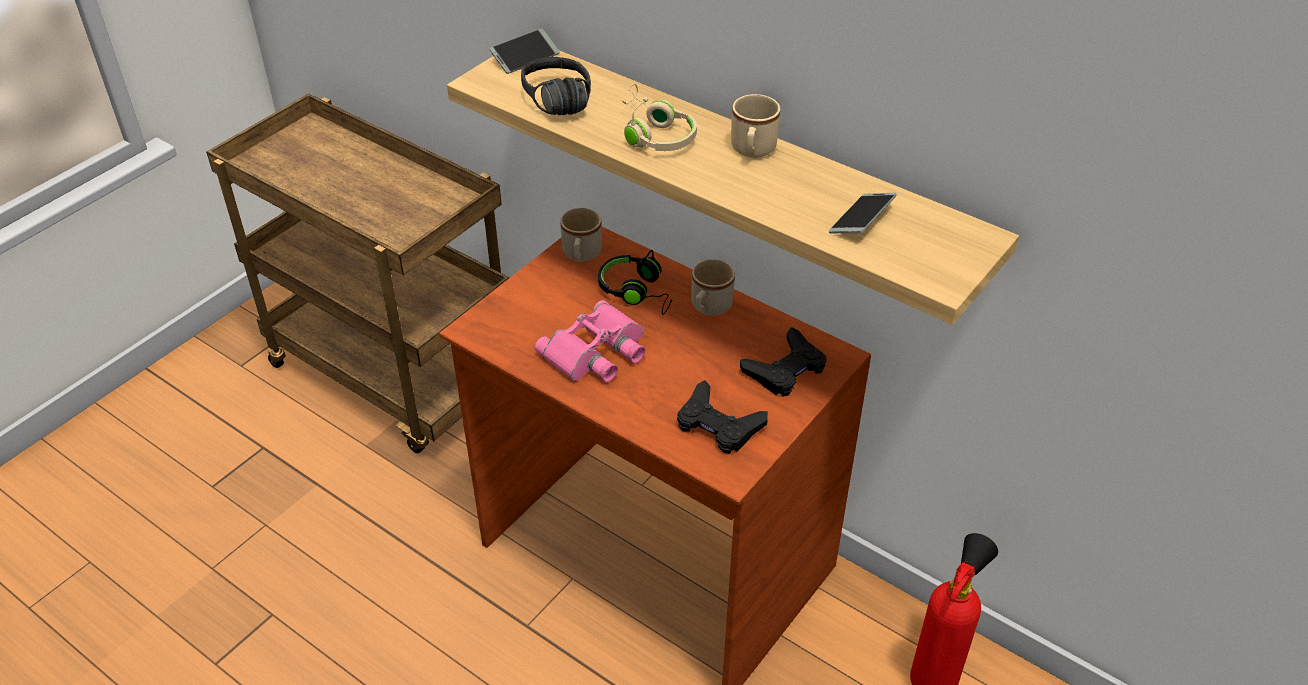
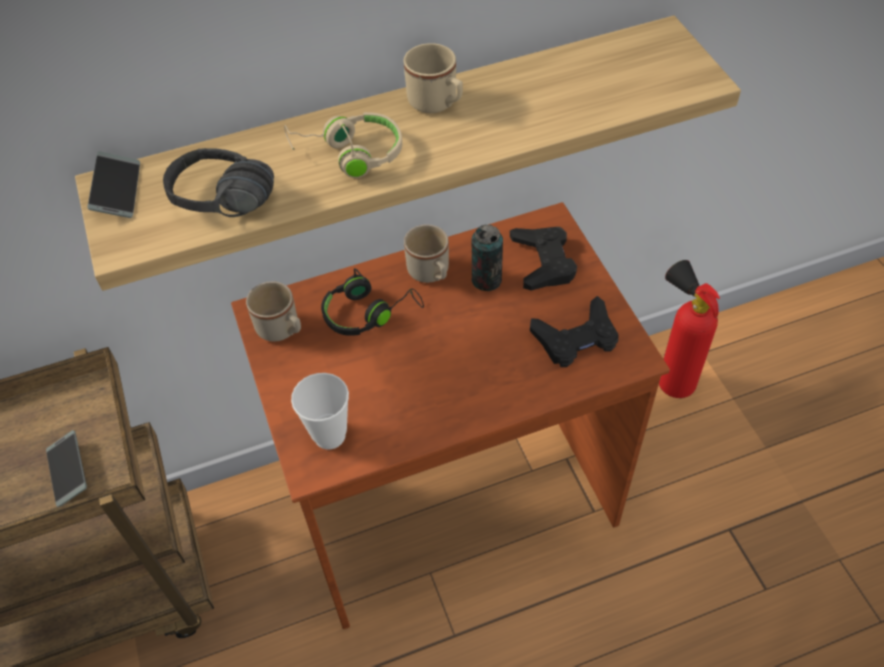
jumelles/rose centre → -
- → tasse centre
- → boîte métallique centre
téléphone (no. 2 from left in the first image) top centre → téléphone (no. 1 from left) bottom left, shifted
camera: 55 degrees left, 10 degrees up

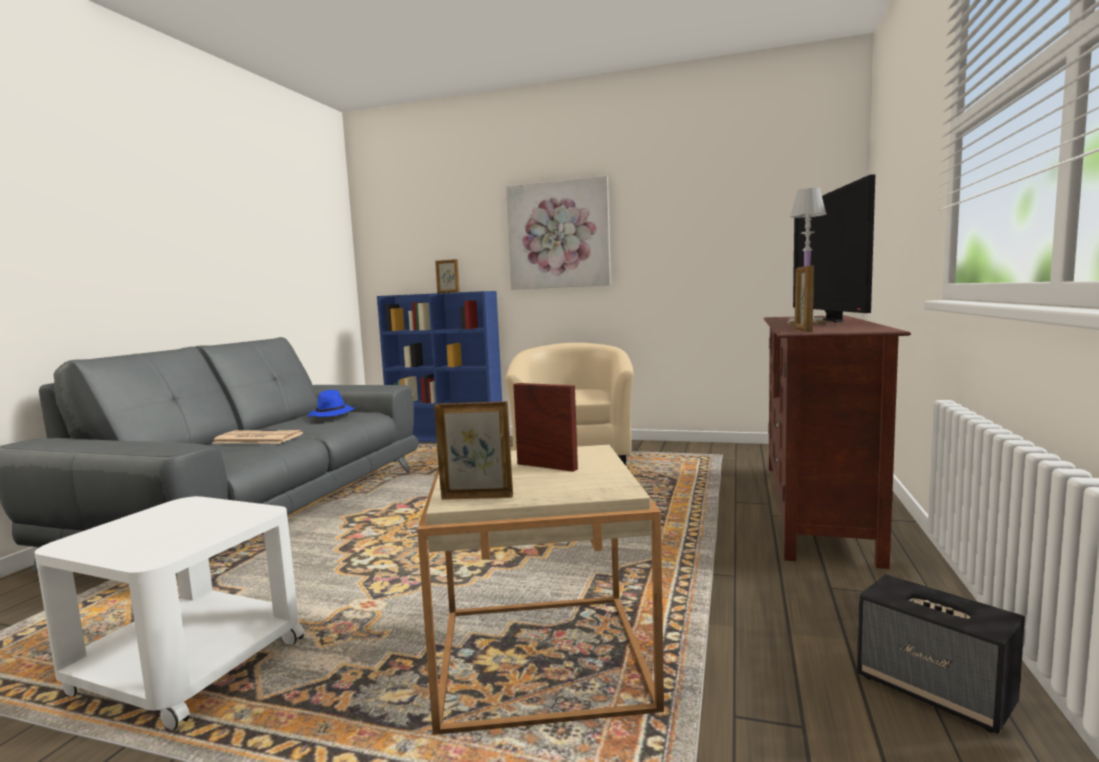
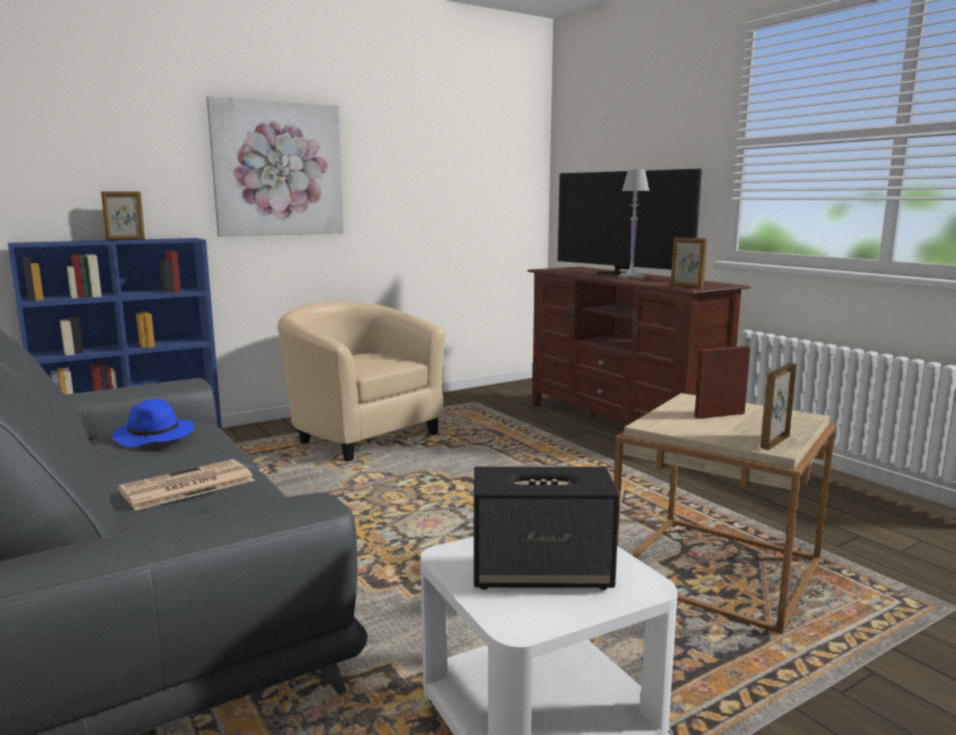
enceinte bottom right → enceinte bottom centre, shifted
camera: 50 degrees left, 5 degrees up

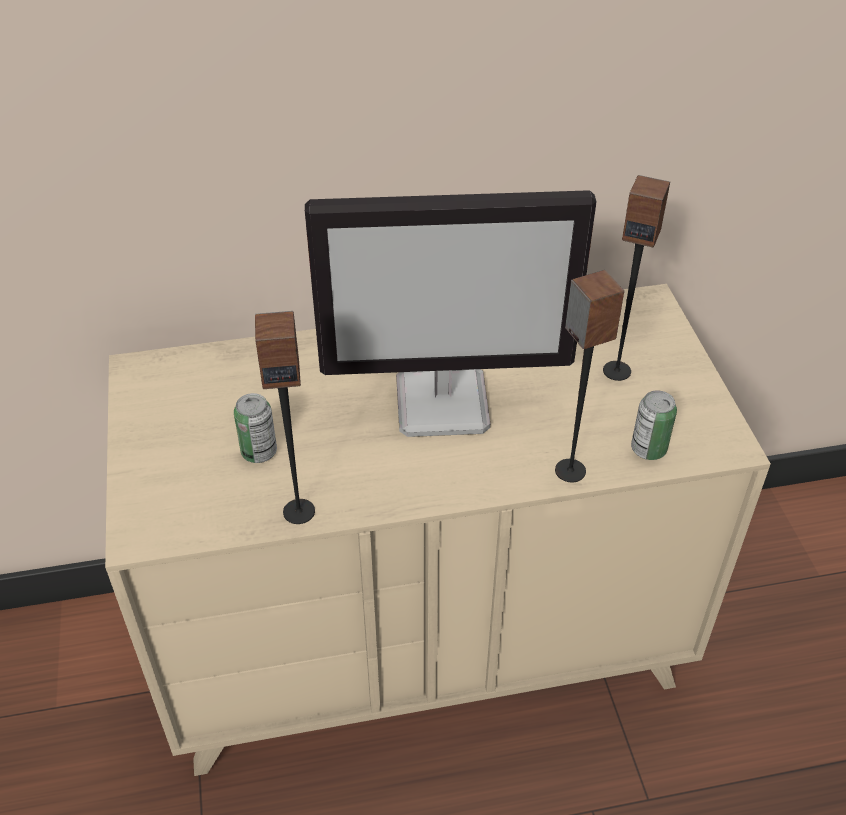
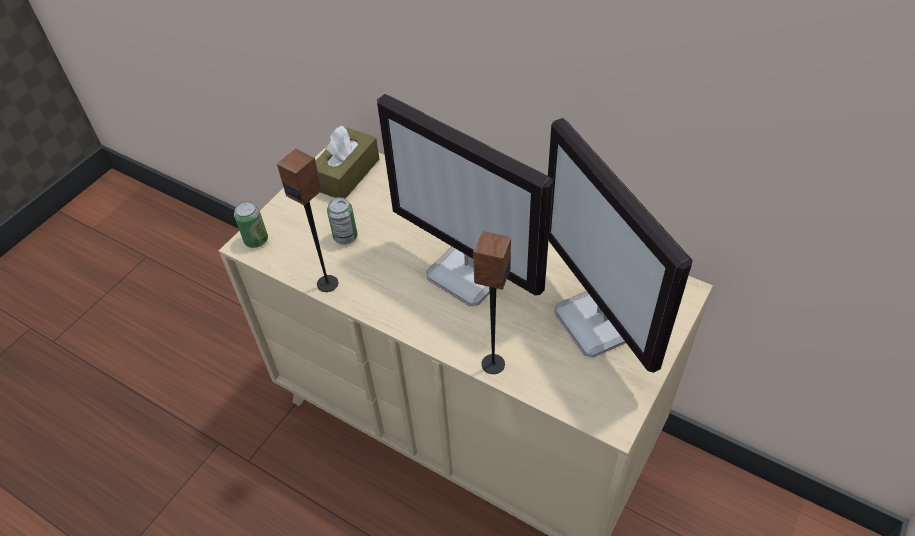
- → boîte à mouchoirs/marron top centre
boîte métallique (no. 2 from left in the first image) middle right → boîte métallique (no. 1 from left) middle left, shifted
enceinte (no. 3 from left) middle right → écran d'ordinateur (no. 2 from left) middle right
camera: 45 degrees right, 5 degrees up

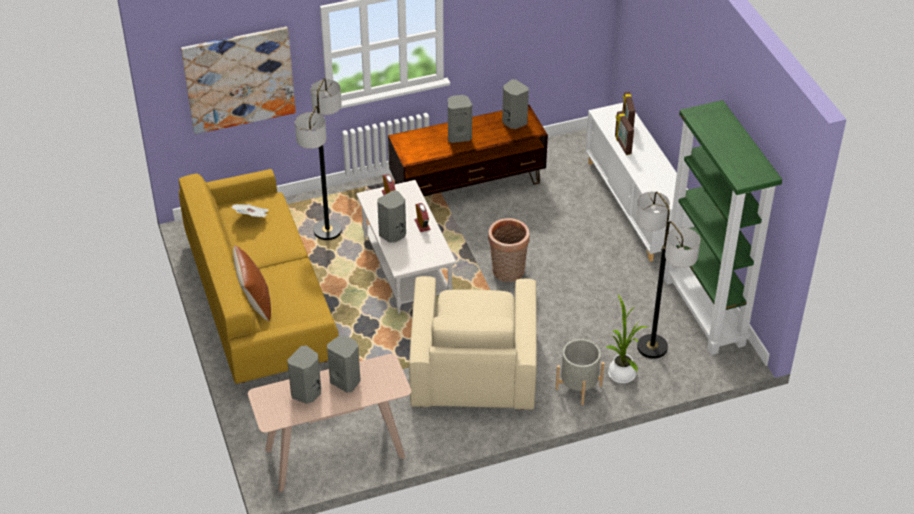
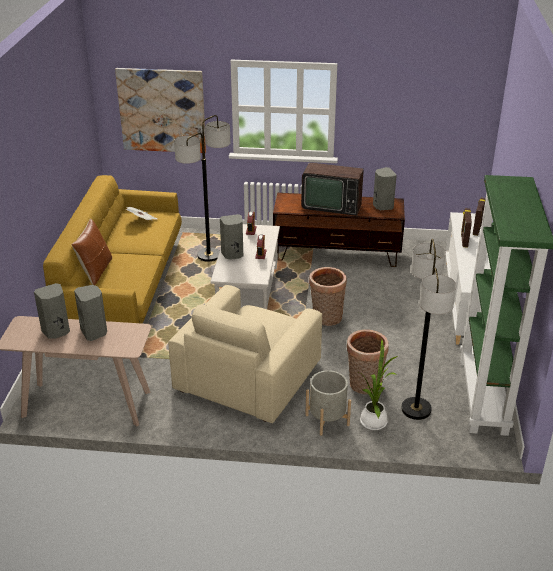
- → panier (no. 2 from left) centre
enceinte/gris (no. 4 from left) top centre → téléviseur top centre
camera: 25 degrees right, 10 degrees down

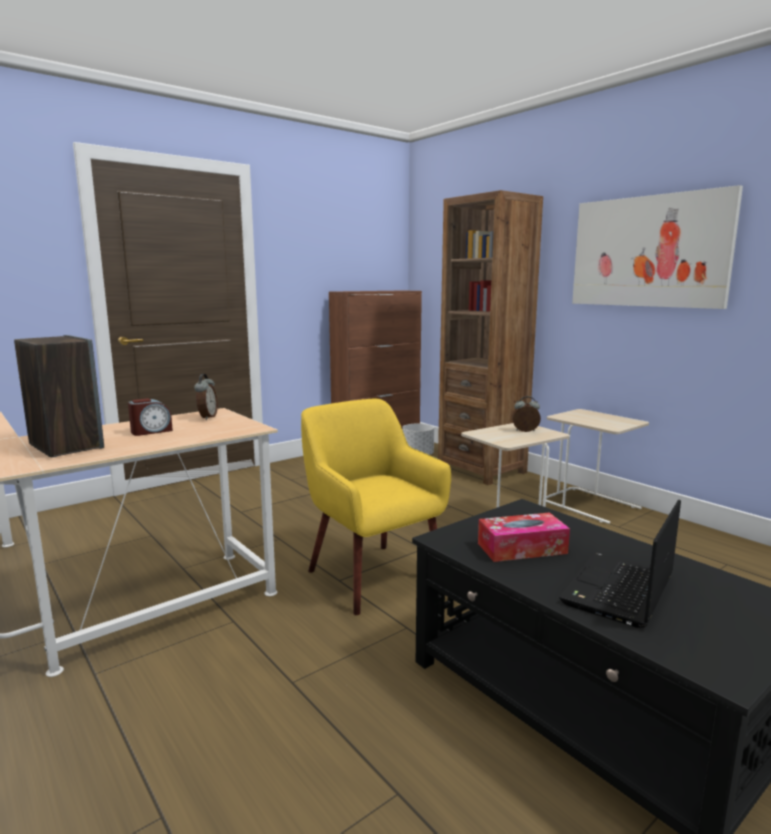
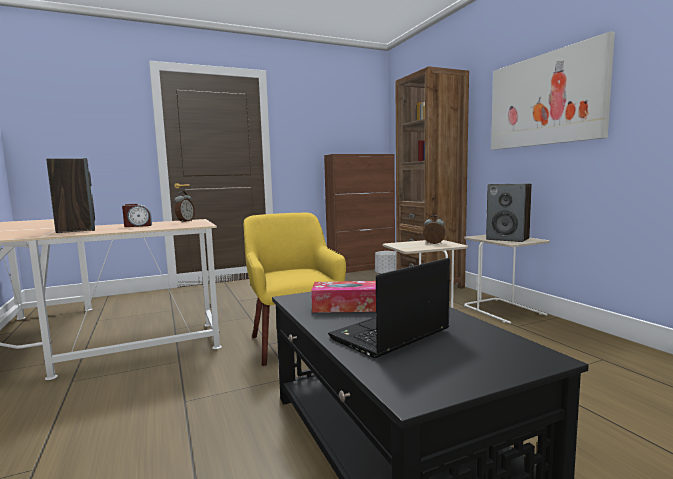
- → enceinte (no. 2 from left) middle right
camera: 15 degrees right, 5 degrees down

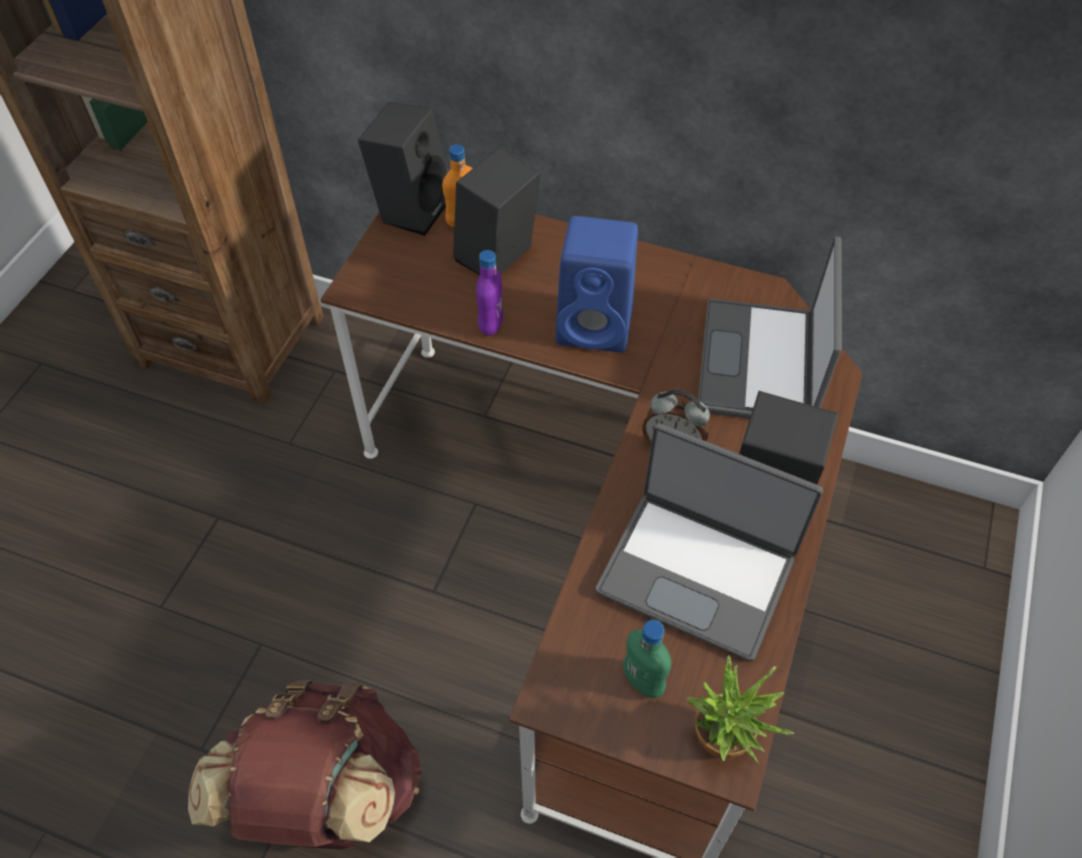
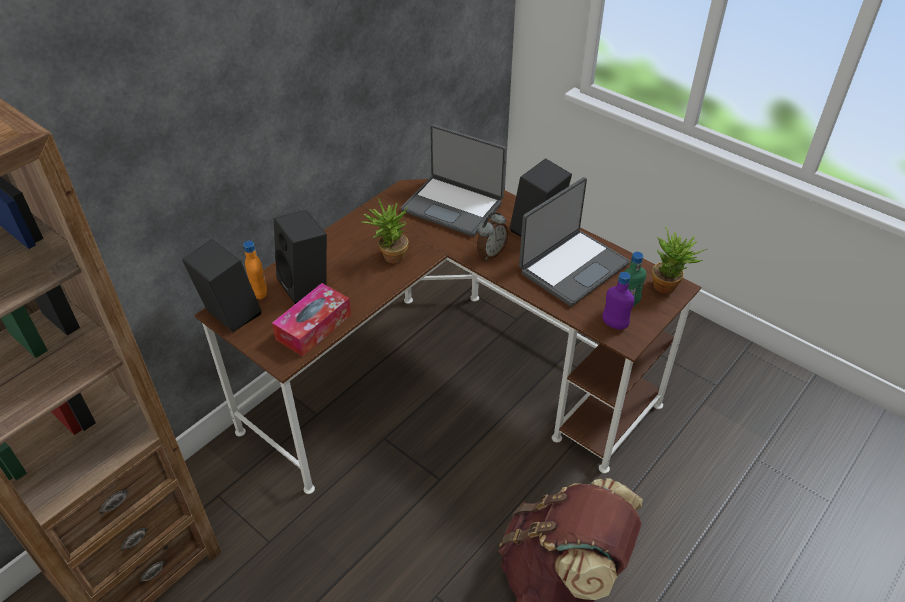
- → boîte à mouchoirs centre
bouteille/violet centre → bouteille/violet middle right, shifted
enceinte/bleu top centre → plante en pot (no. 1 from left) centre
camera: 70 degrees left, 10 degrees down

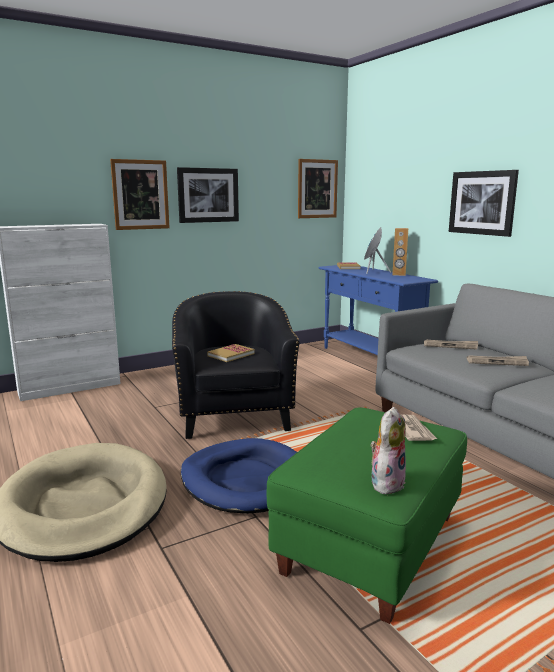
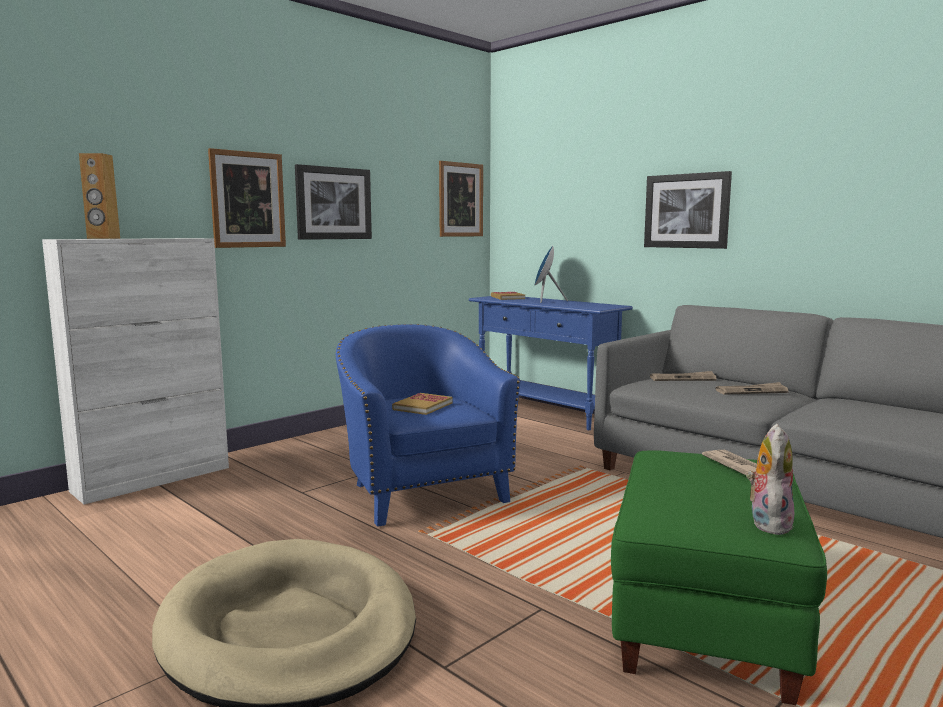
panier pour chien/bleu bottom centre → -
enceinte/marron middle right → enceinte/marron top left, shifted
fauteuil/noir centre → fauteuil/bleu centre
camera: 15 degrees left, 5 degrees down

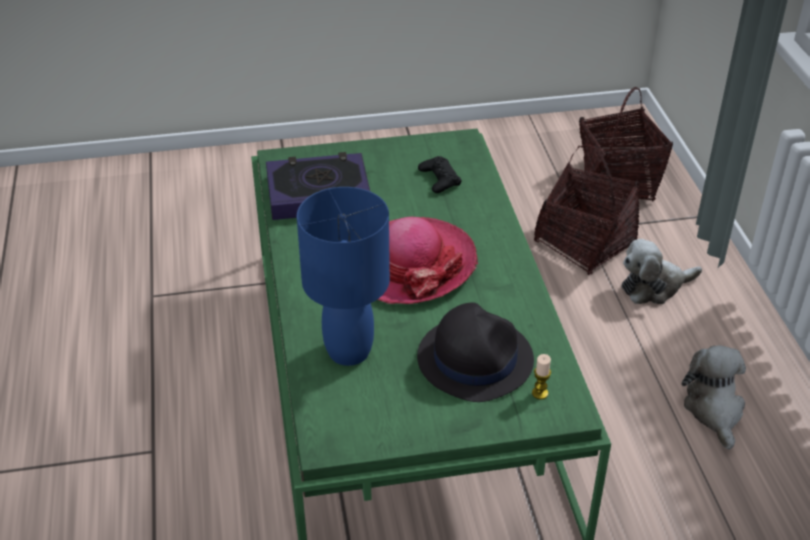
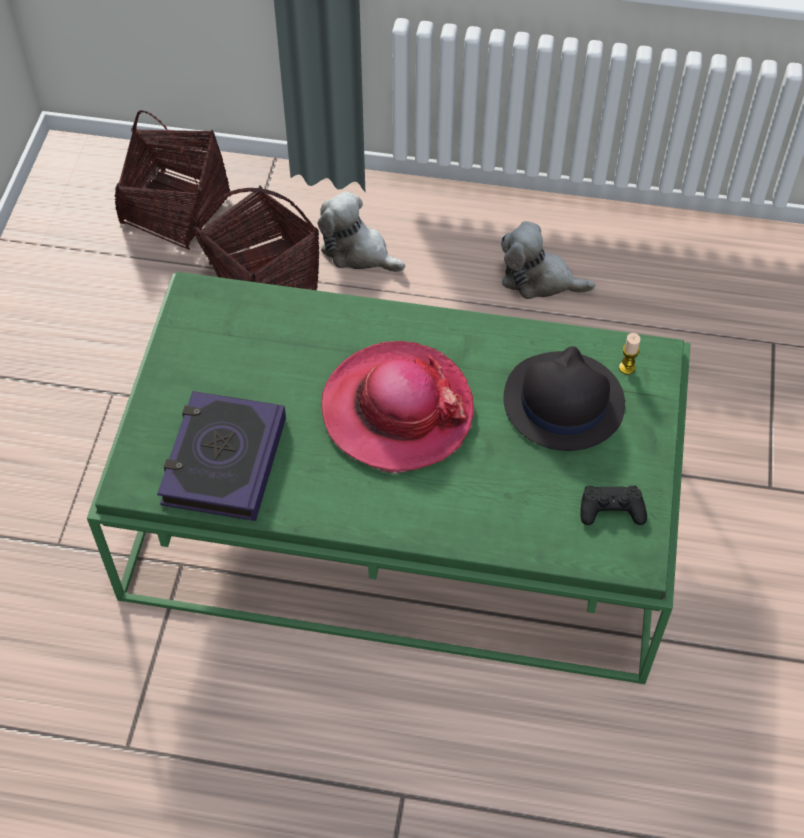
lampe de table/bleu centre → -
manette/noir top centre → manette/noir middle right, shifted
peluche (no. 1 from left) middle right → peluche (no. 1 from left) top centre, 120 degrees clockwise
camera: 70 degrees left, 15 degrees up

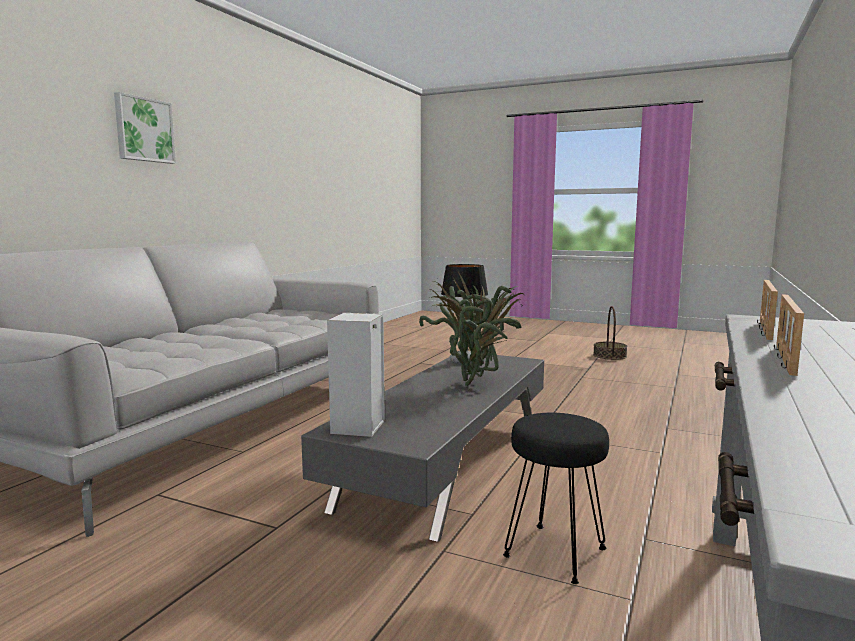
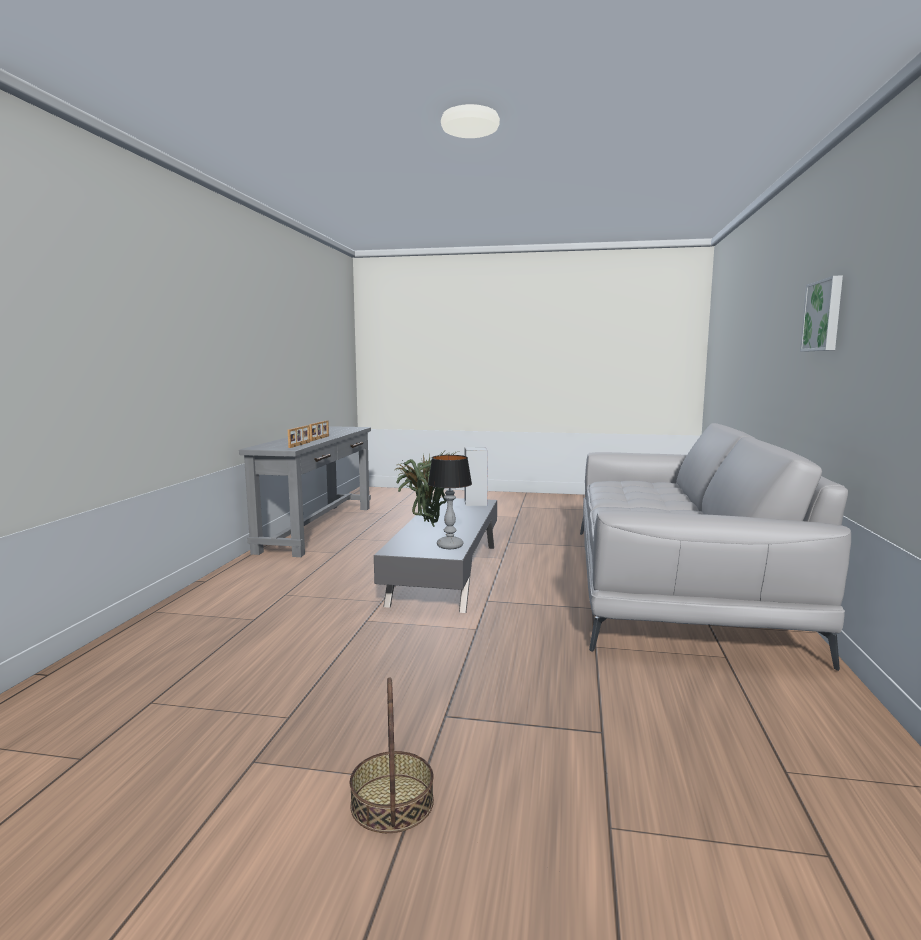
tabouret/noir bottom centre → -
panier middle right → panier bottom centre, shifted
camera: 165 degrees right, 0 degrees up

